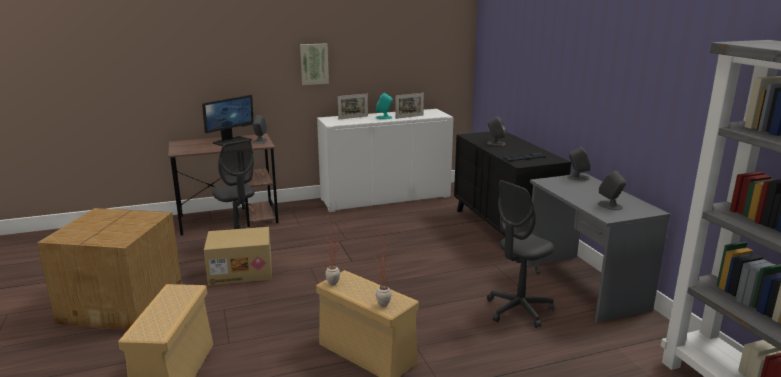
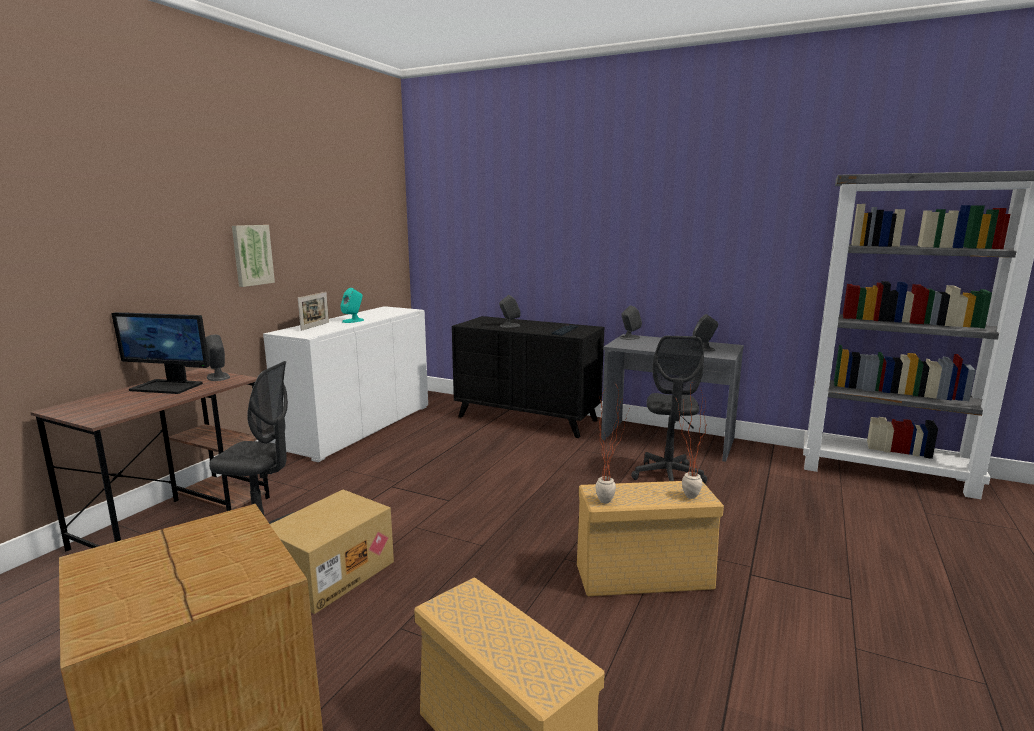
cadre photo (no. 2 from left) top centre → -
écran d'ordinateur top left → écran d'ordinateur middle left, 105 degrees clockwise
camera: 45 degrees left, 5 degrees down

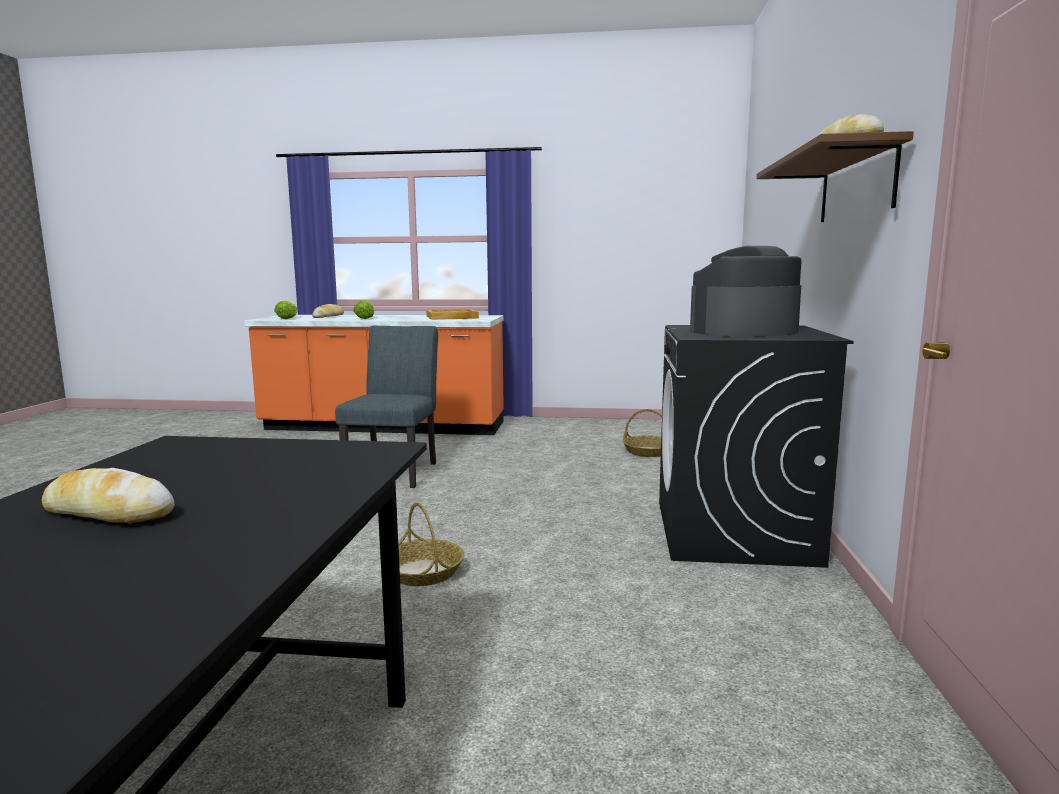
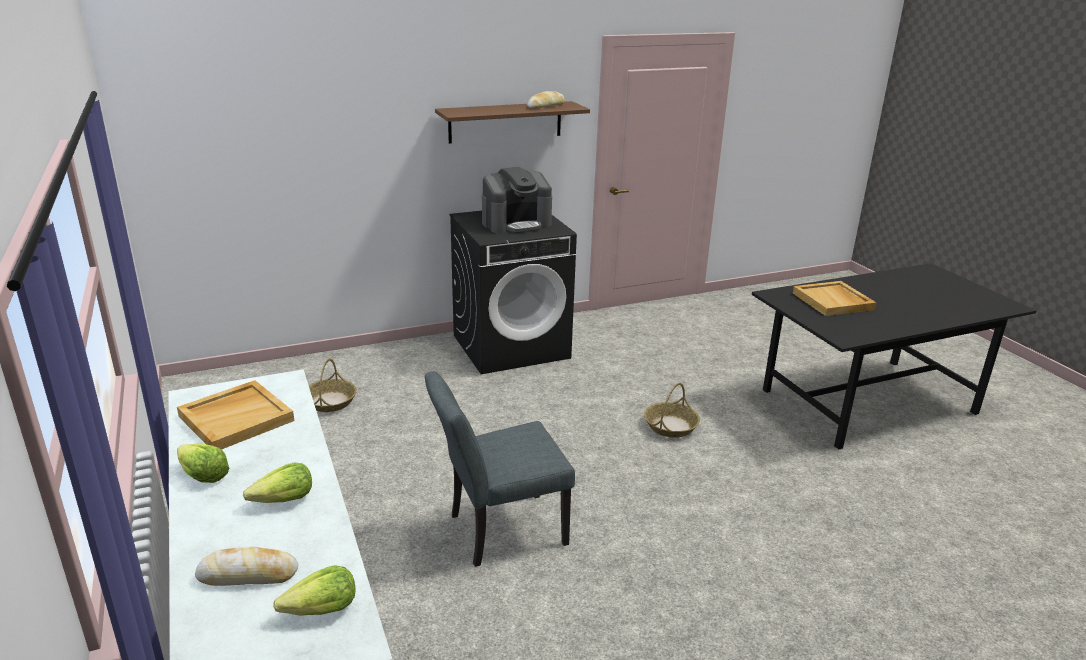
pain (no. 1 from left) middle left → -
- → laitue (no. 1 from left) bottom left
- → plateau/beige (no. 2 from left) middle right
machine à café middle right → machine à café top centre, 60 degrees counterclockwise
camera: 120 degrees left, 15 degrees up

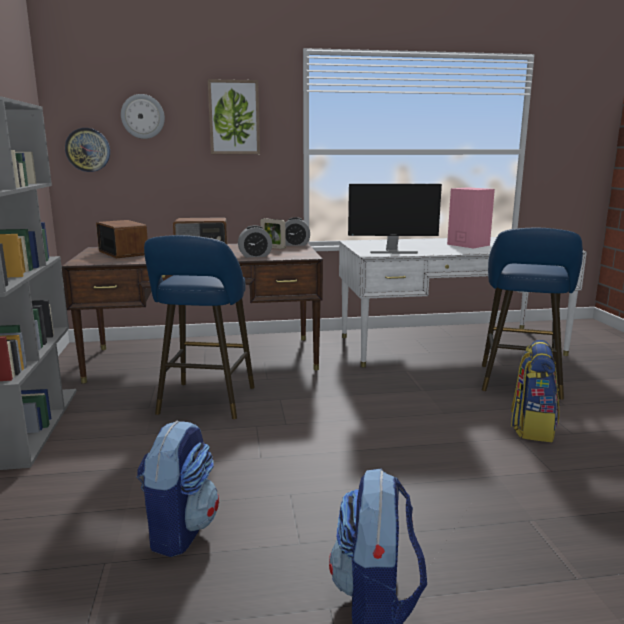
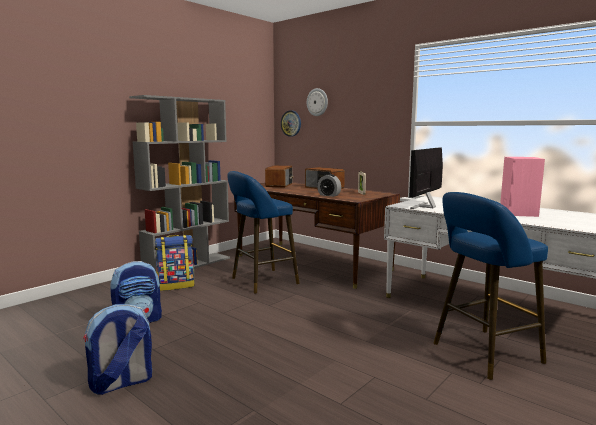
tableau top centre → -
réveil (no. 2 from left) centre → -
sac à dos (no. 3 from left) middle right → sac à dos (no. 3 from left) middle left, shifted
écran d'ordinateur centre → écran d'ordinateur middle right, 75 degrees clockwise
camera: 50 degrees right, 5 degrees down

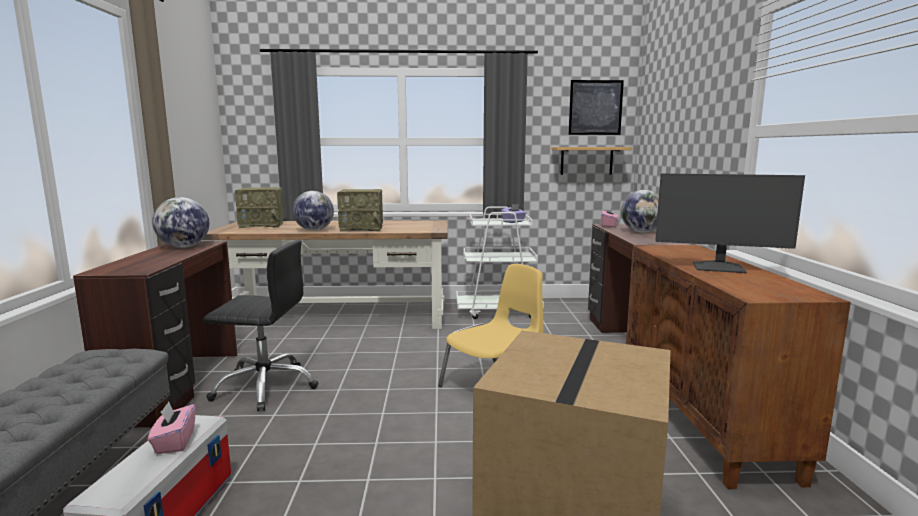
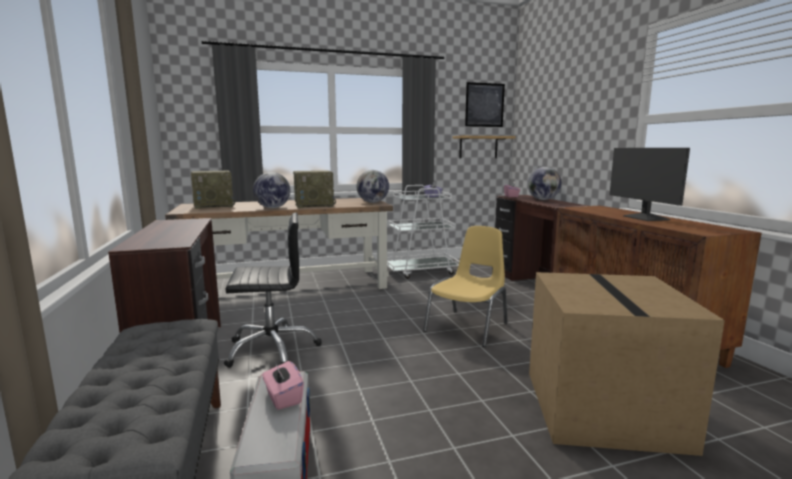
globe (no. 1 from left in the first image) middle left → globe (no. 2 from left) centre, shifted
écran d'ordinateur middle right, 75 degrees clockwise
camera: 15 degrees left, 0 degrees up

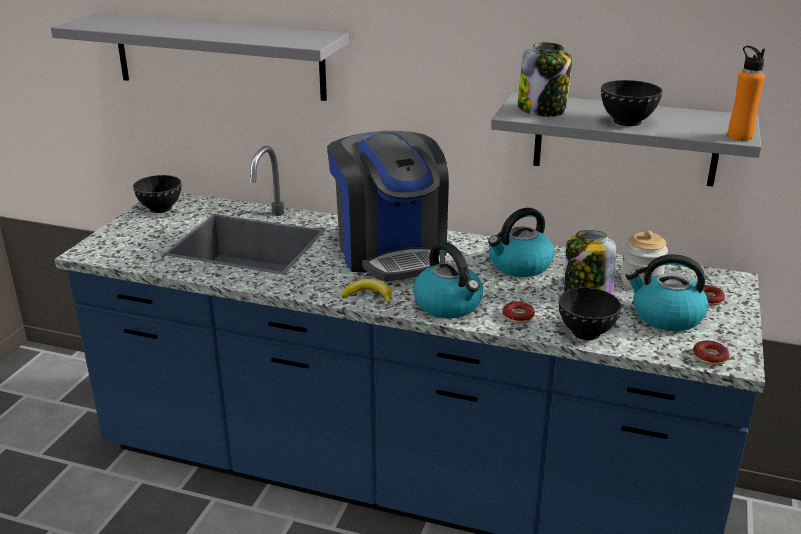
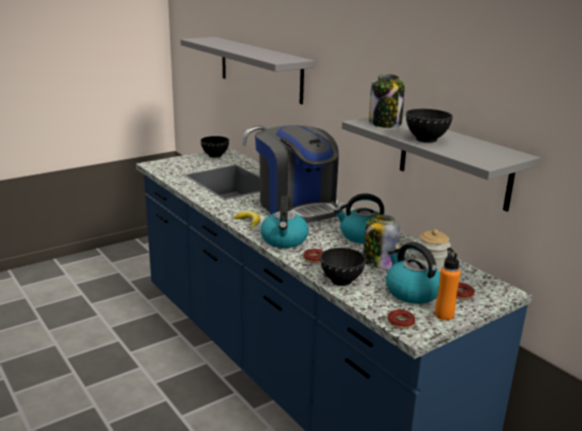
bouteille/orange top right → bouteille/orange middle right, shifted
machine à café centre, 45 degrees counterclockwise
camera: 35 degrees right, 5 degrees down

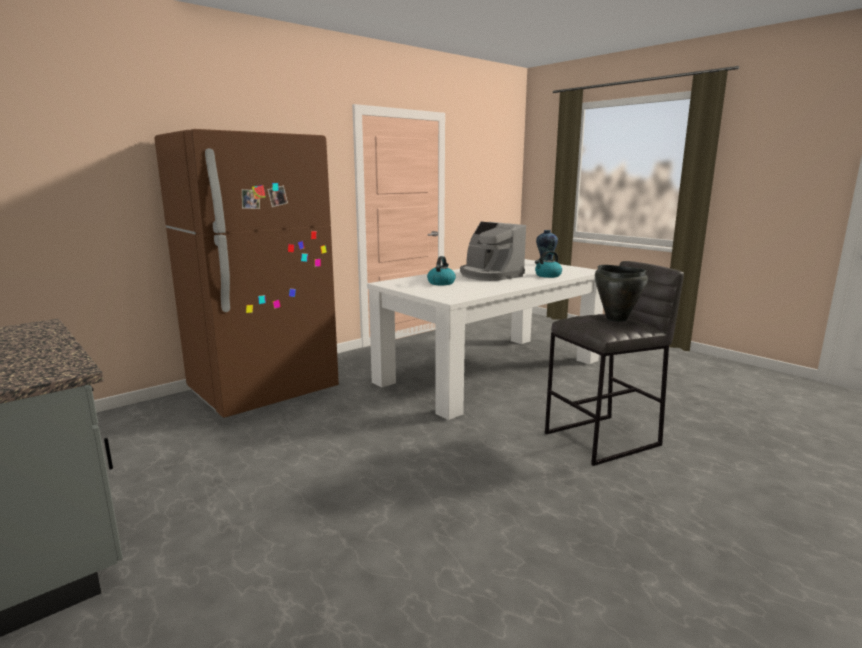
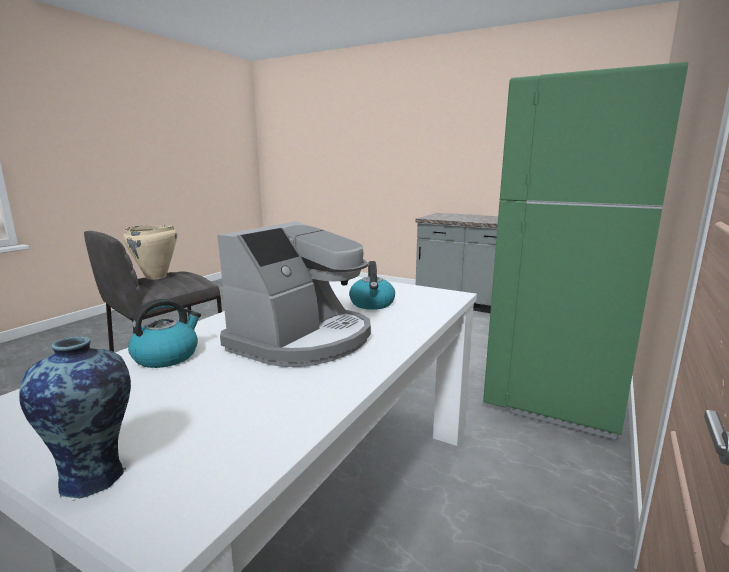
réfrigérateur/marron middle left → réfrigérateur/vert middle right
marmite/noir middle right → marmite/beige middle left
machine à café centre, 90 degrees clockwise
camera: 160 degrees right, 0 degrees up

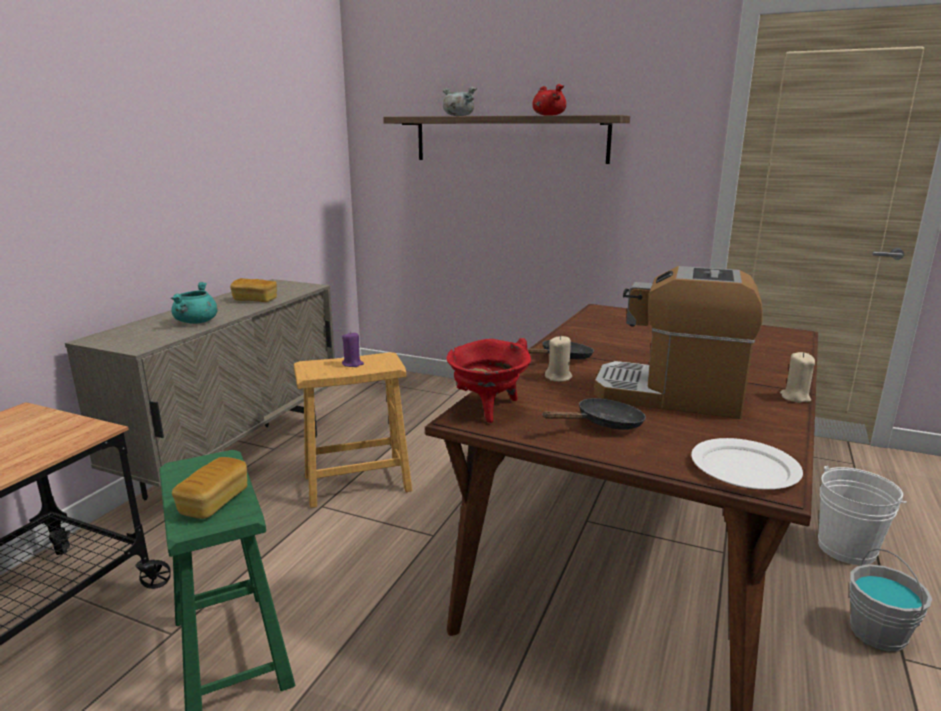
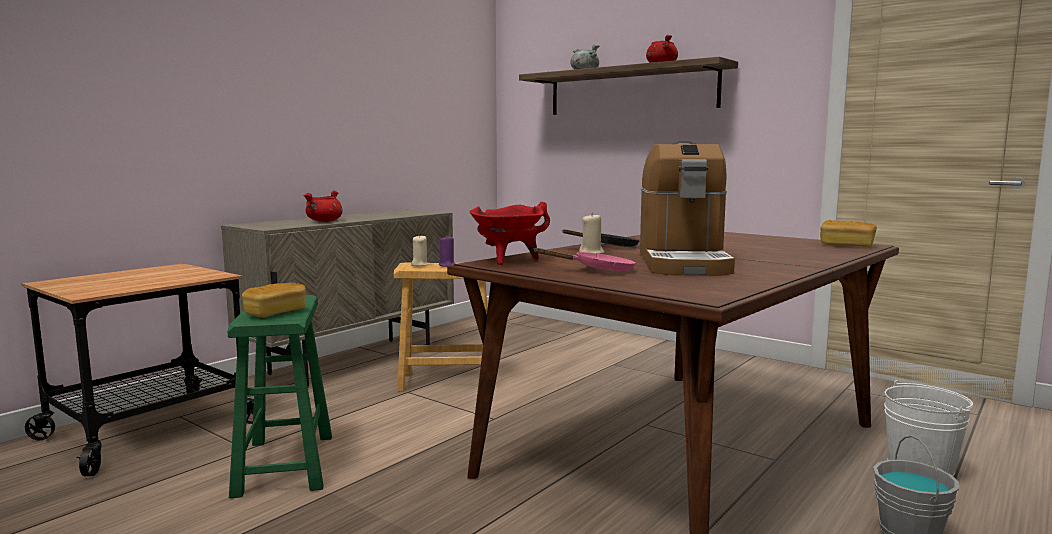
assiette/blanc middle right → -
pain (no. 2 from left) middle left → pain (no. 2 from left) middle right, shifted
bougie/beige (no. 2 from left in the first image) middle right → bougie/beige (no. 1 from left) centre, shifted
marmite/turquoise middle left → marmite/rouge (no. 1 from left) middle left
poêle/noir (no. 2 from left) centre → poêle/rose centre
machine à café middle right → machine à café centre, 120 degrees counterclockwise
camera: 15 degrees right, 10 degrees down

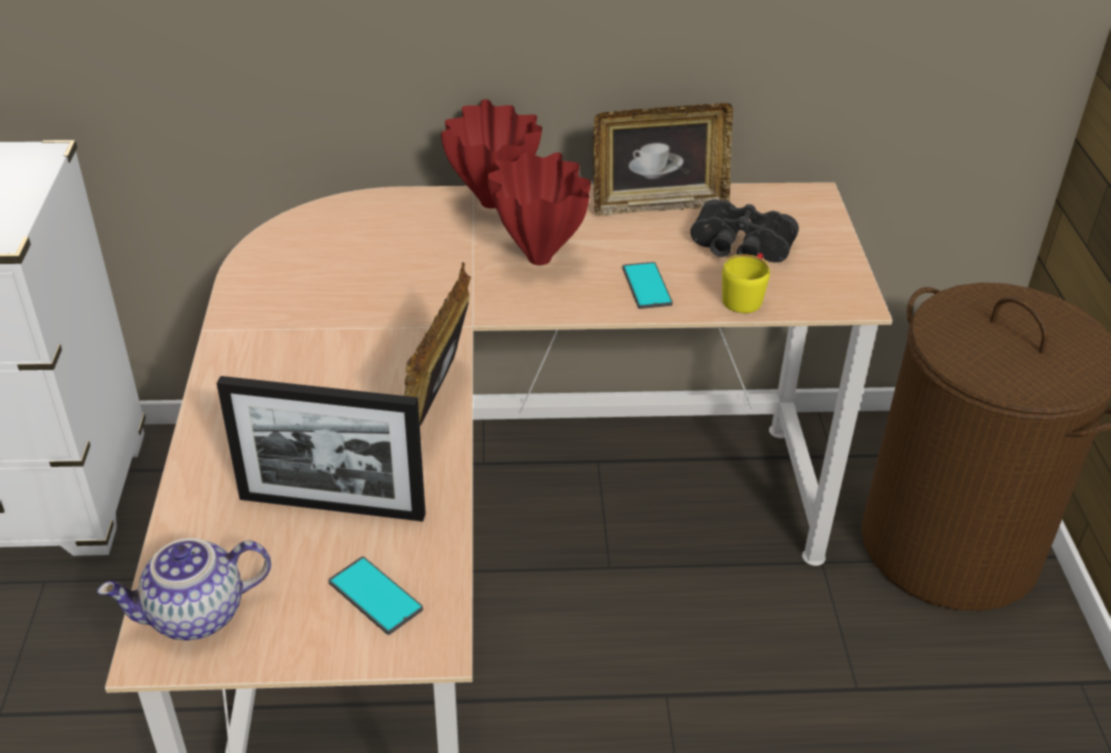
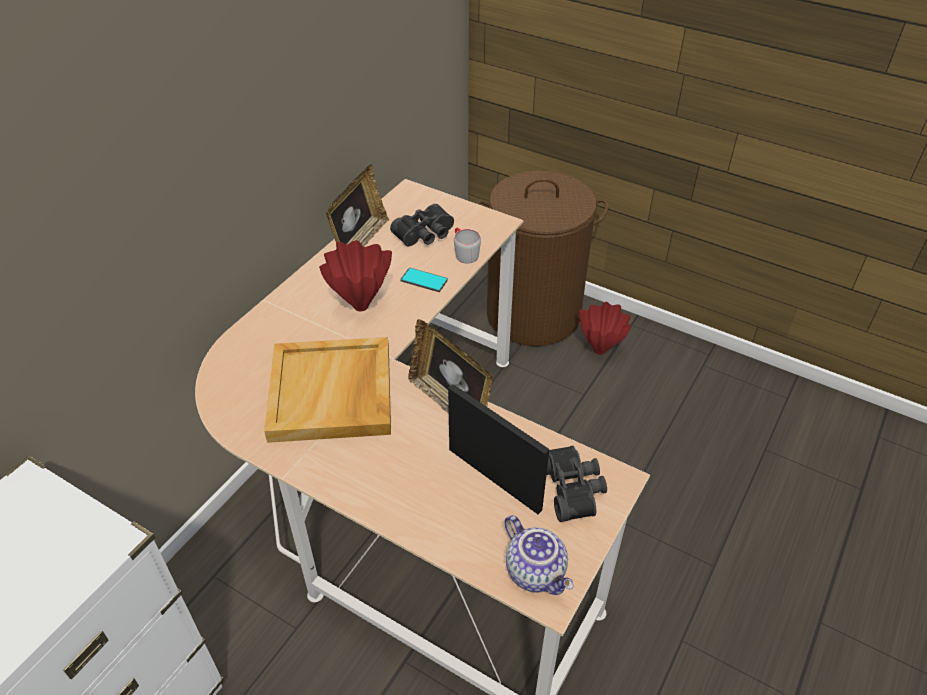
- → plateau/beige centre
vase/rouge (no. 1 from left in the first image) top centre → vase/rouge (no. 2 from left) centre, shifted
téléphone (no. 1 from left) bottom centre → jumelles/noir (no. 2 from left) bottom centre
mug/jaune middle right → mug/gris centre
théière bottom left → théière bottom centre, 45 degrees counterclockwise
cadre photo (no. 1 from left in the first image) middle left → cadre photo (no. 3 from left) centre, 90 degrees counterclockwise
camera: 55 degrees left, 5 degrees up

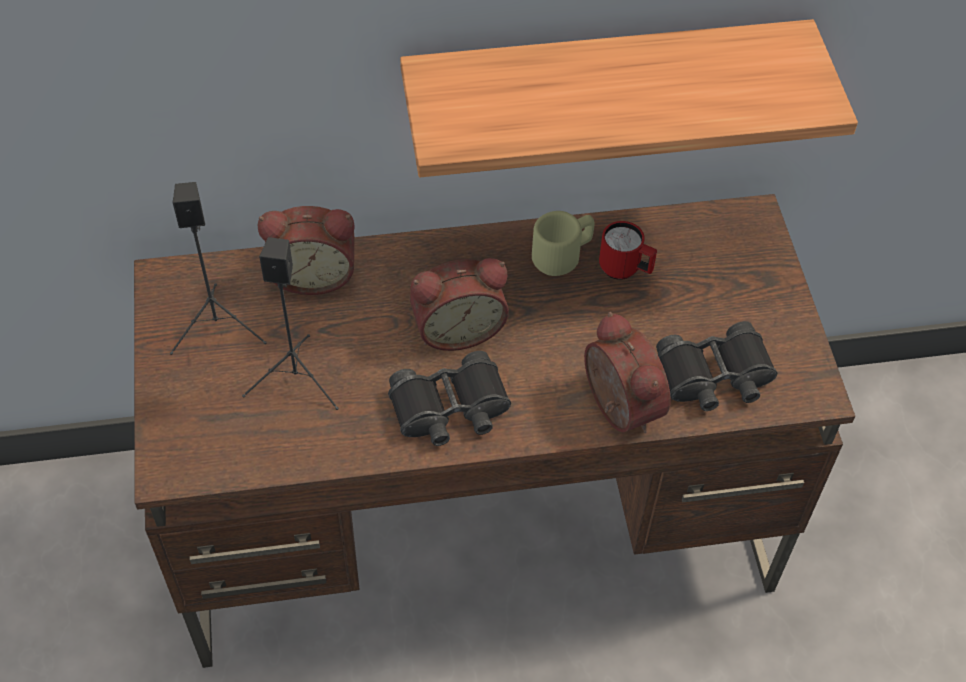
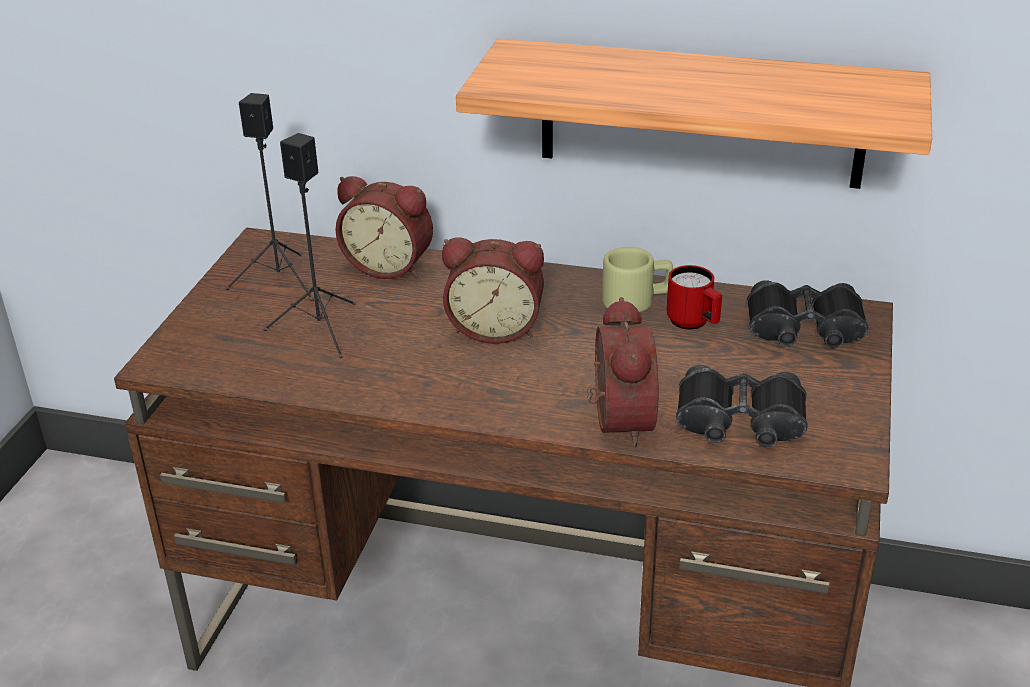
jumelles/noir (no. 1 from left in the first image) centre → jumelles/noir (no. 2 from left) middle right, shifted
camera: 25 degrees right, 20 degrees down

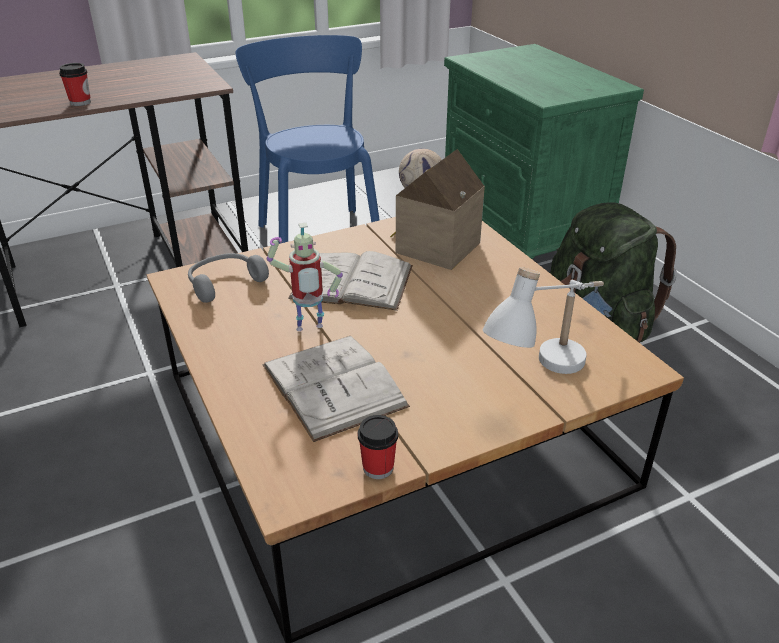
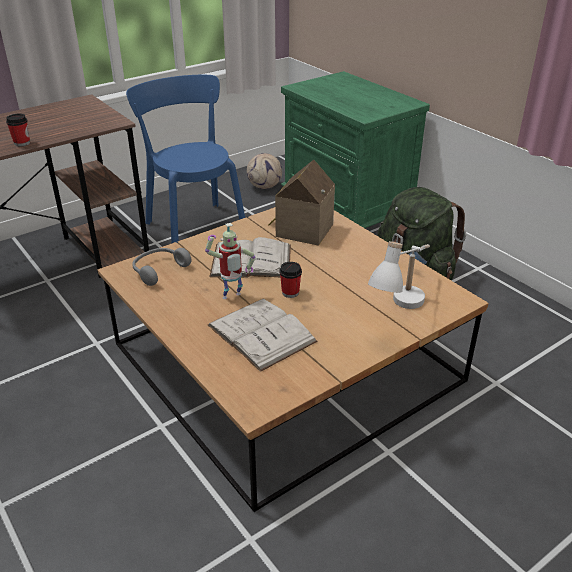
tasse (no. 2 from left) bottom centre → tasse (no. 2 from left) centre, shifted
camera: 10 degrees left, 0 degrees up

